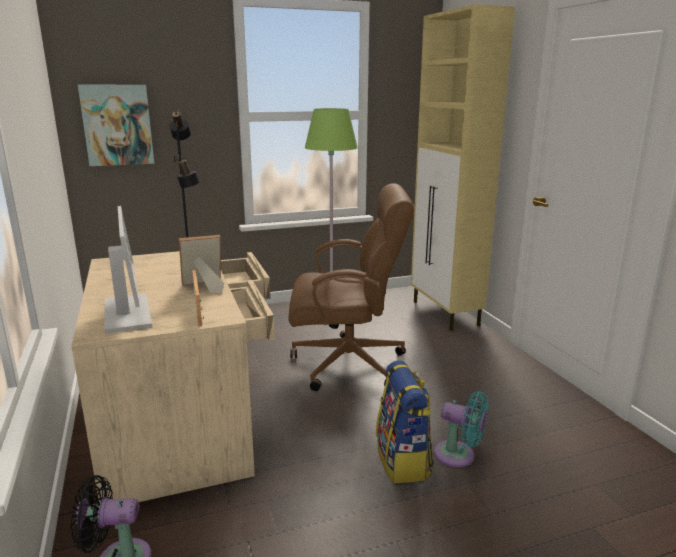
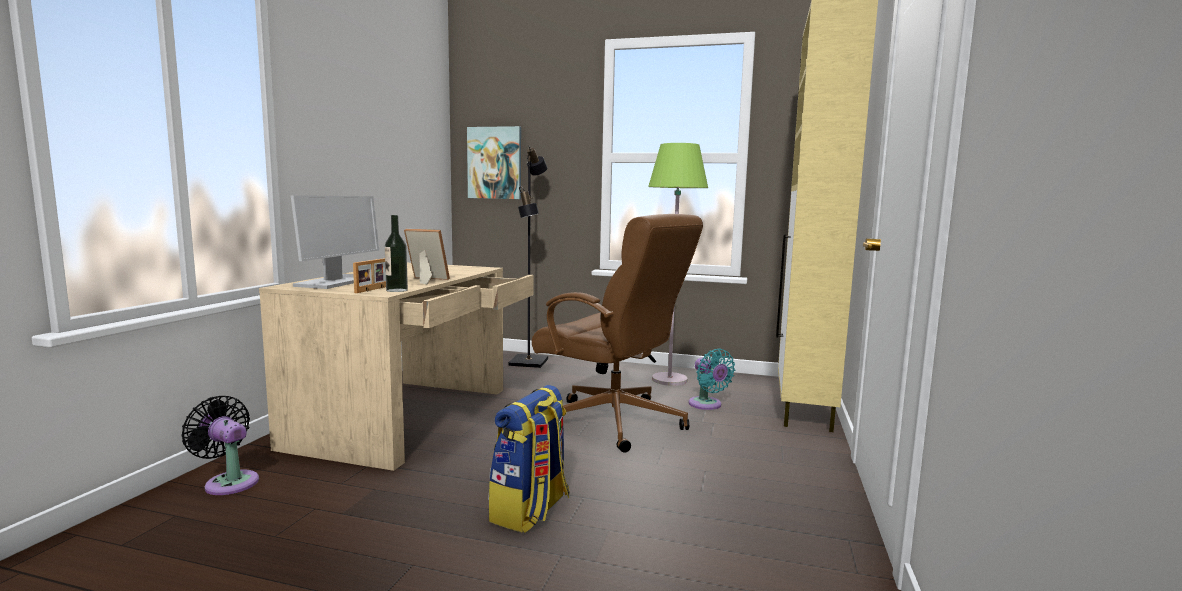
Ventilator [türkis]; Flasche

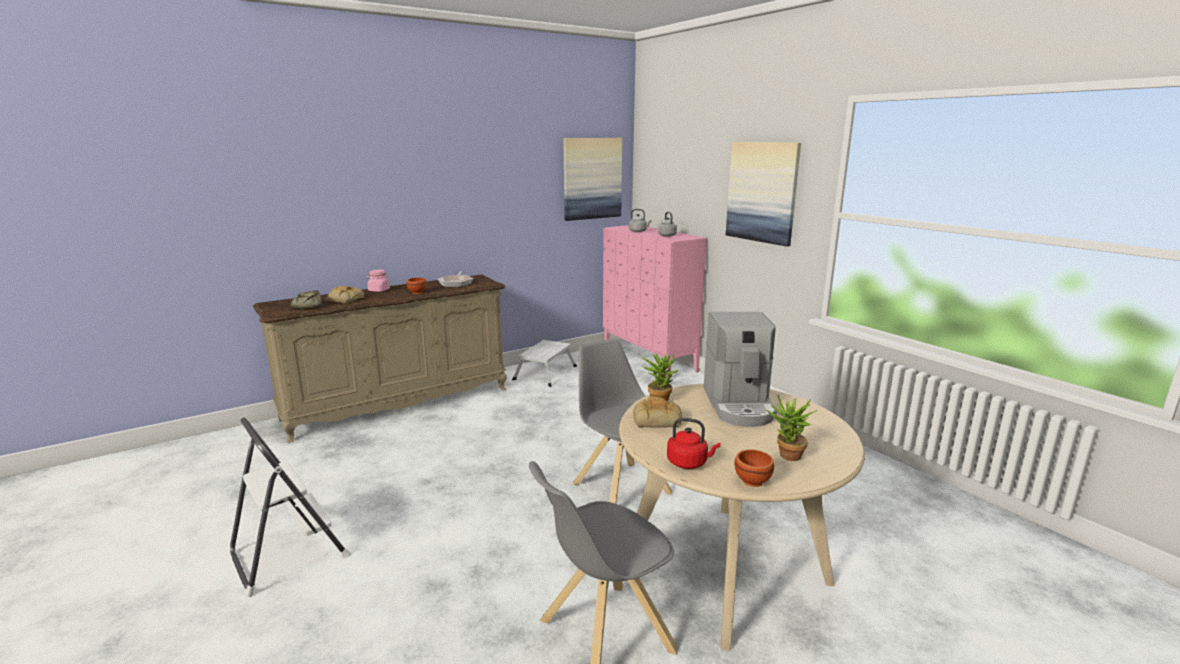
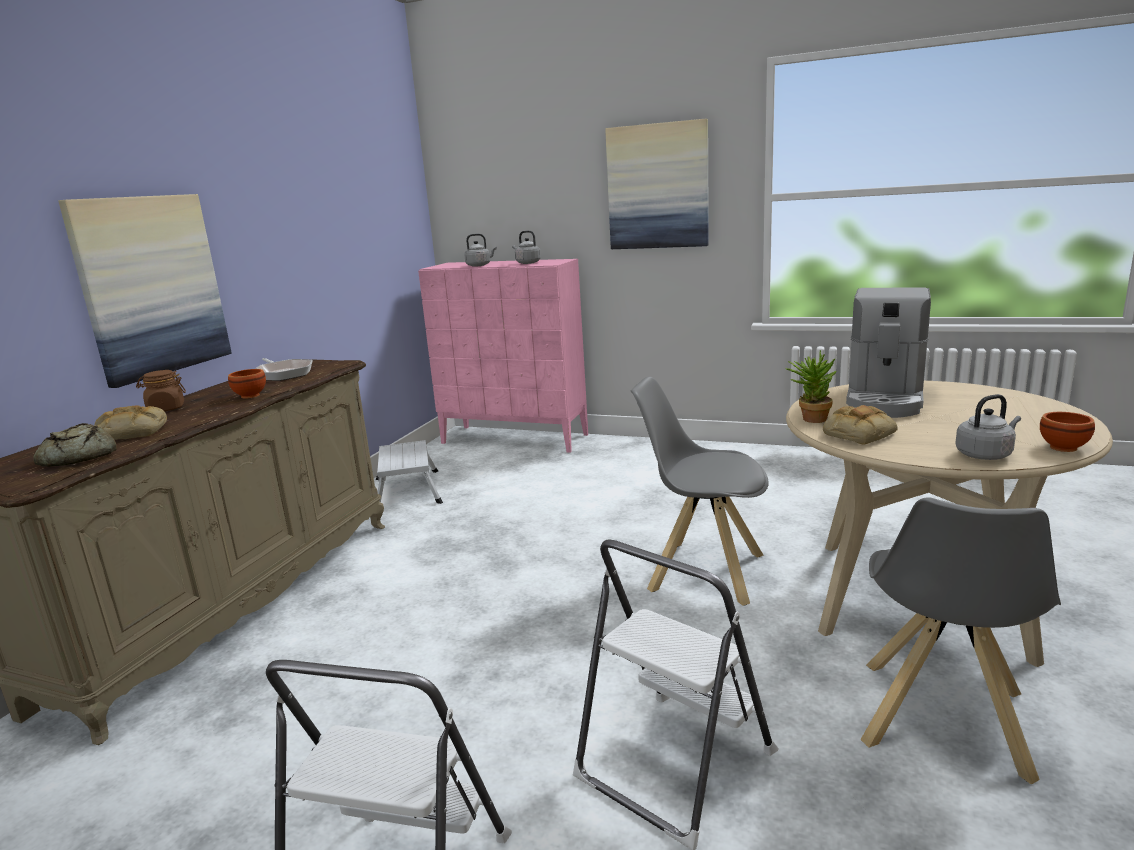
Bild (1st from left); Vorratsglas [braun]; Kaffeemaschine; Topfpflanze (2nd from left in the first image); Wasserkessel [grau] (3rd from left); Trittleiter [weiß] (3rd from left)

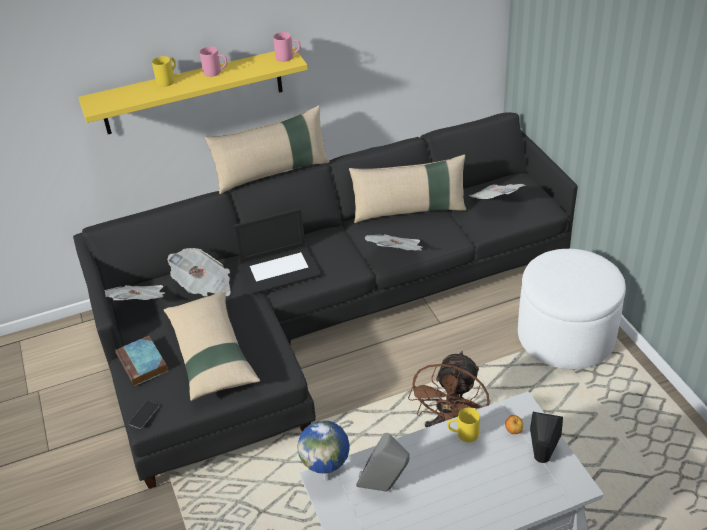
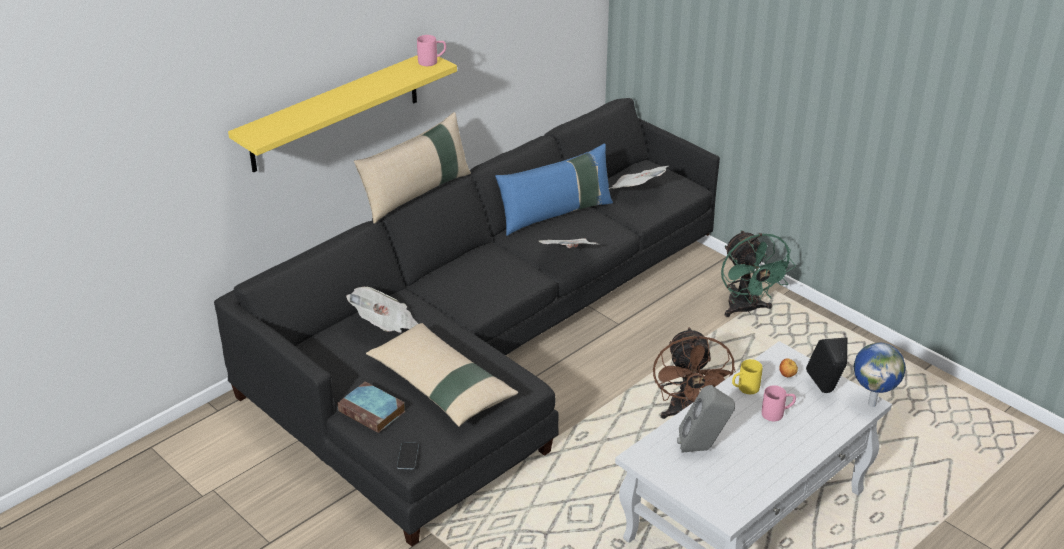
Henkelbecher [rosa] (2nd from left); Henkelbecher [gelb] (1st from left in the first image); Kissen [blau]; Laptop; Ventilator [grün]; Zeitung (1st from left in the first image); Globus

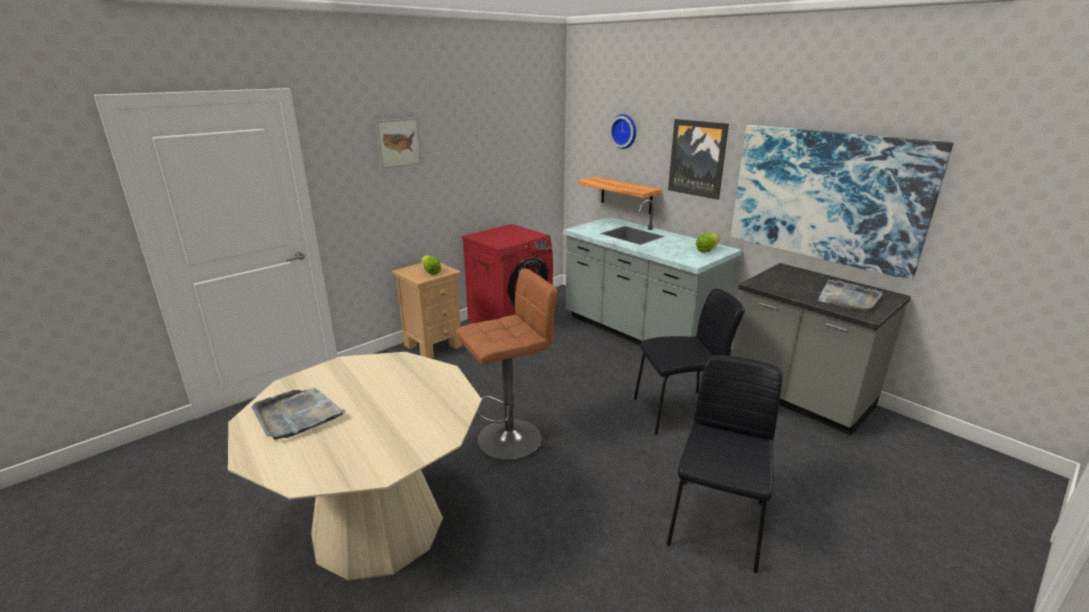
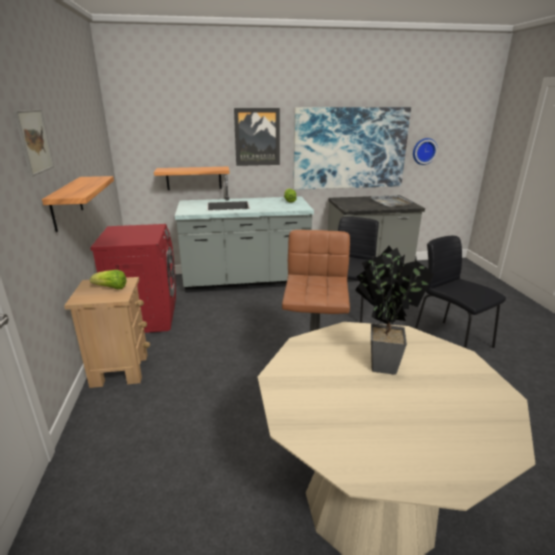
Wanduhr; Tablett [grau] (1st from left in the first image); Wandregal (1st from left); Topfpflanze

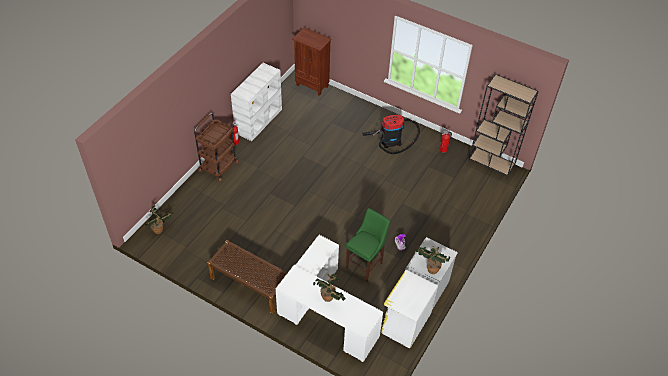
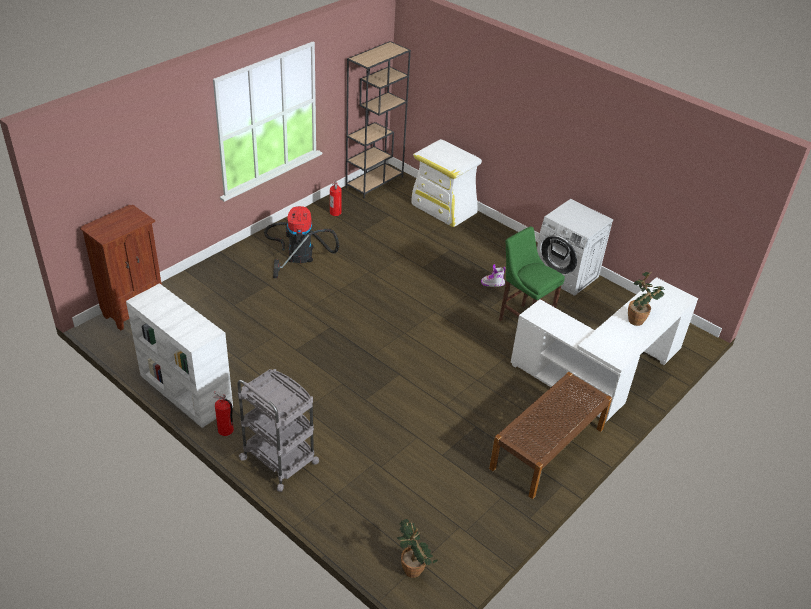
Rollwagen [grau]; Topfpflanze (3rd from left in the first image); Nachttisch [weiß]

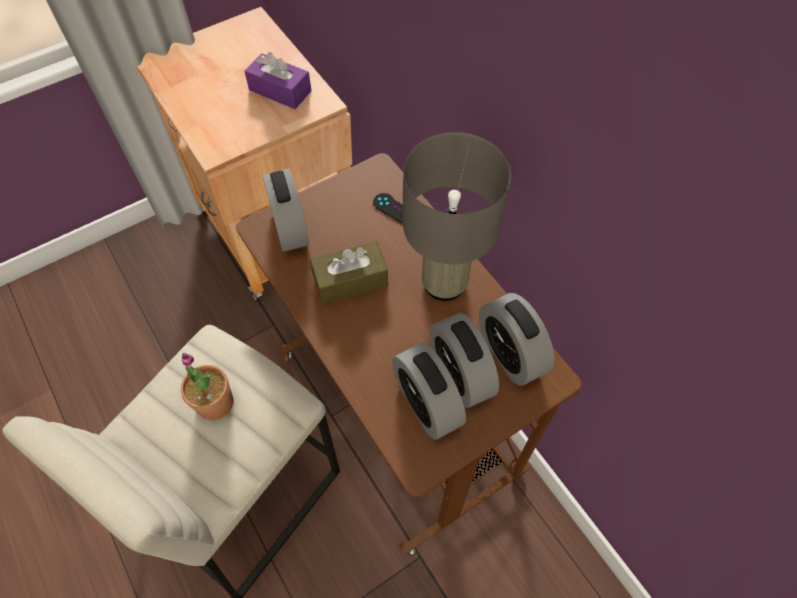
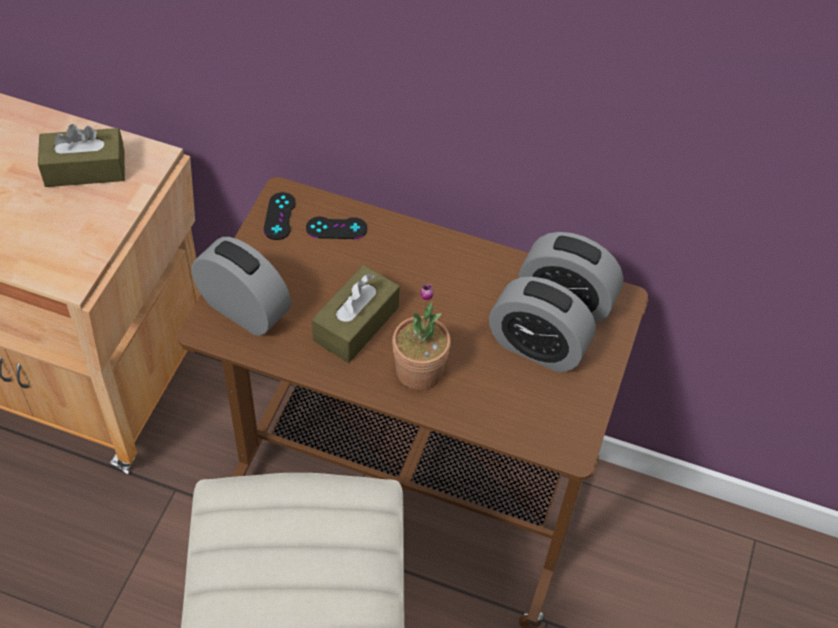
Taschentuchbox [braun] (1st from left); Tischlampe [grau]; Wecker (2nd from left in the first image); Topfpflanze; Gamepad [schwarz] (1st from left)

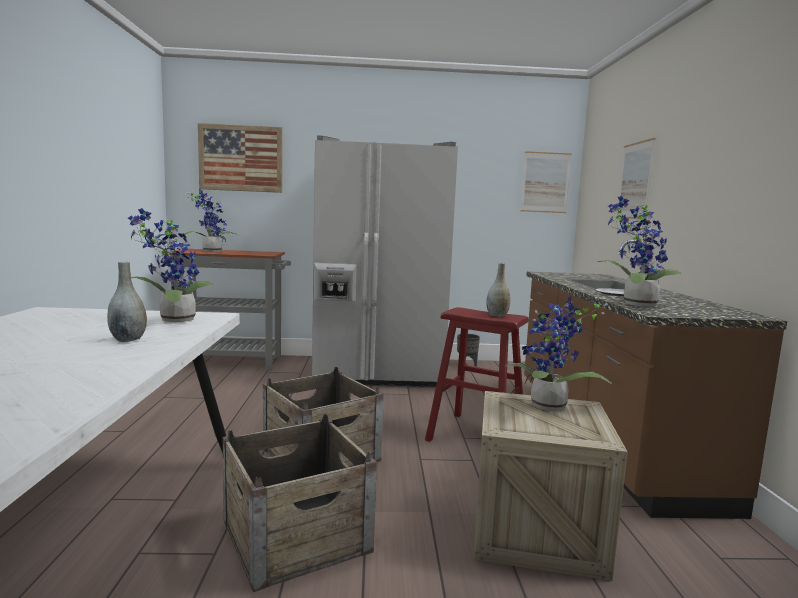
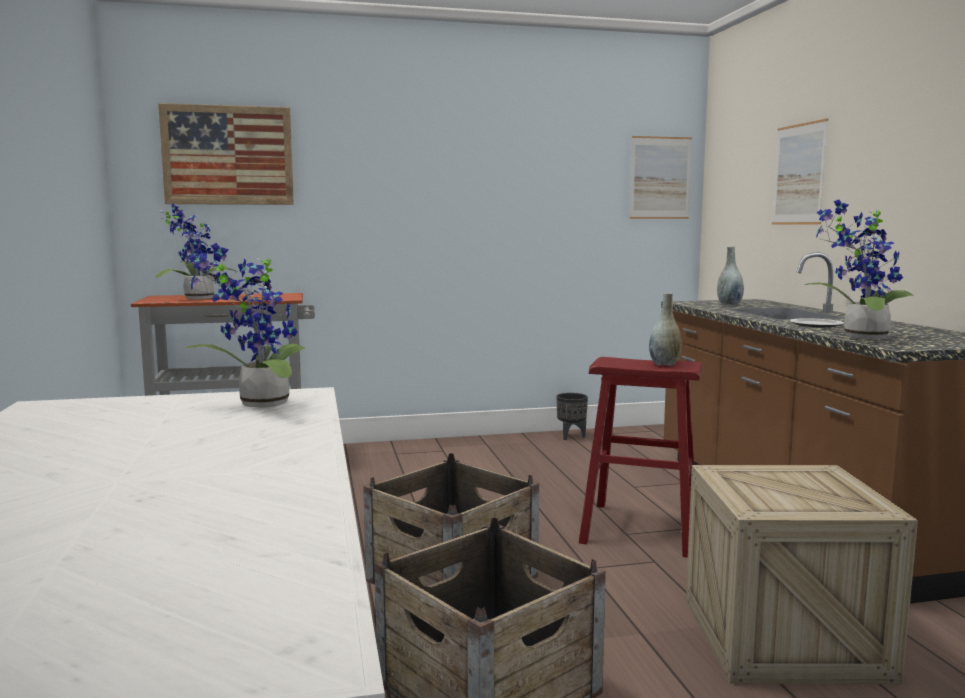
Kühlschrank [weiß]; Vase [grau] (2nd from left); Topfpflanze (3rd from left in the first image)

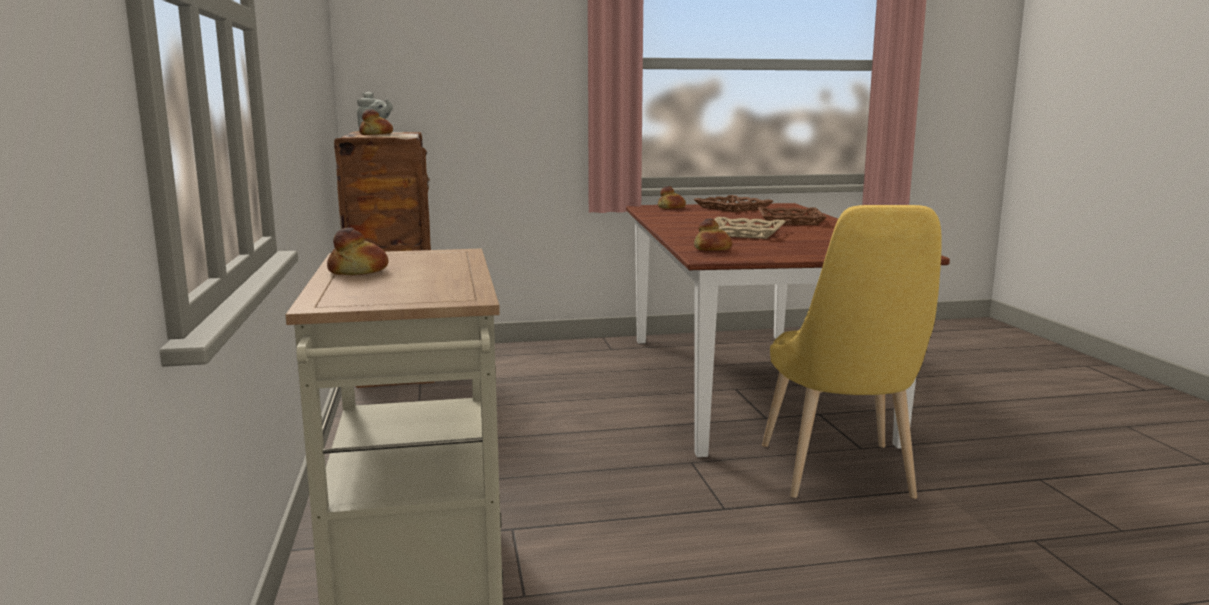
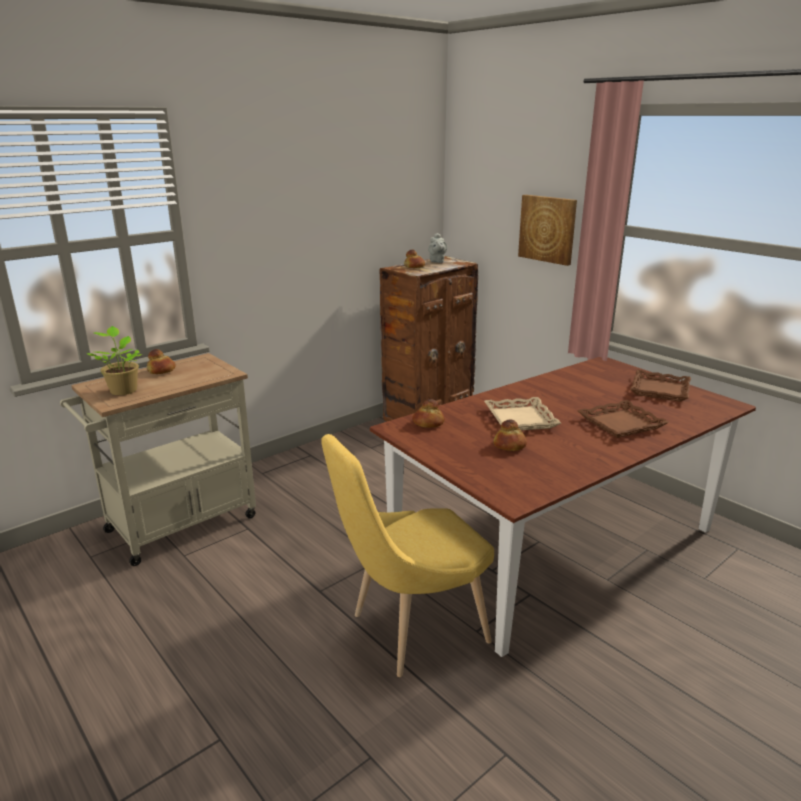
Brot (4th from left); Bild; Topfpflanze

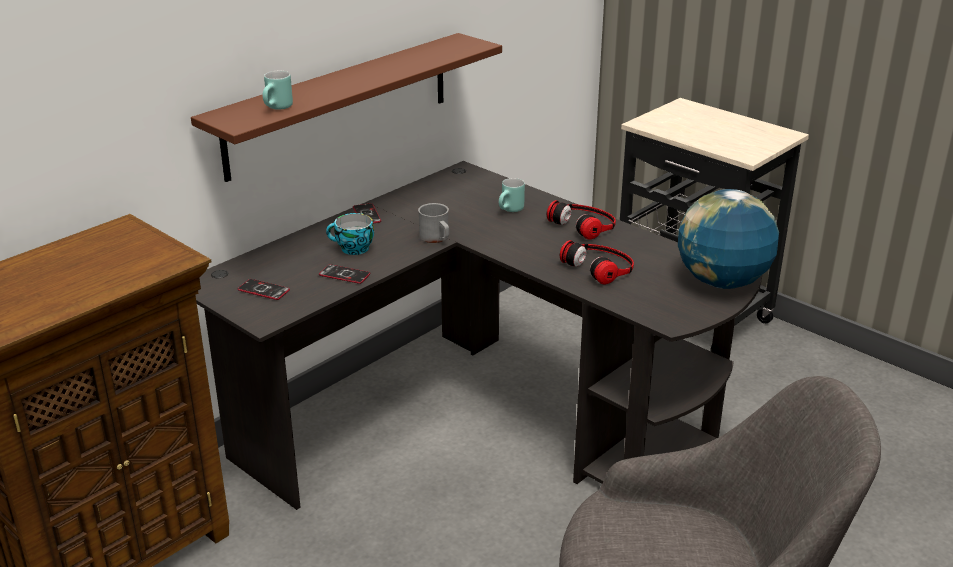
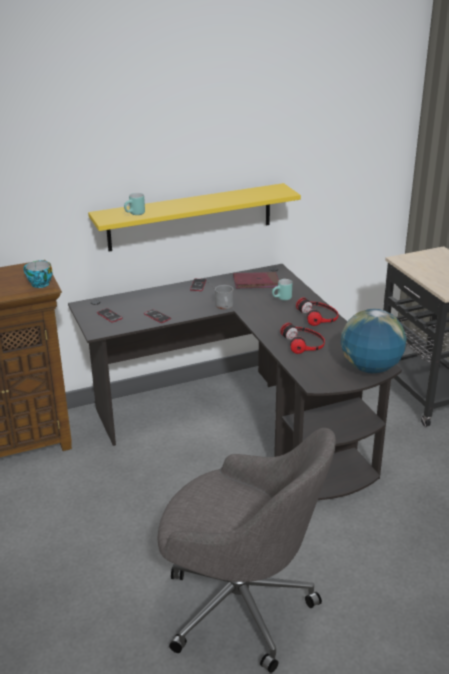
Wandregal [gelb]; Tasse; Buch [rot]

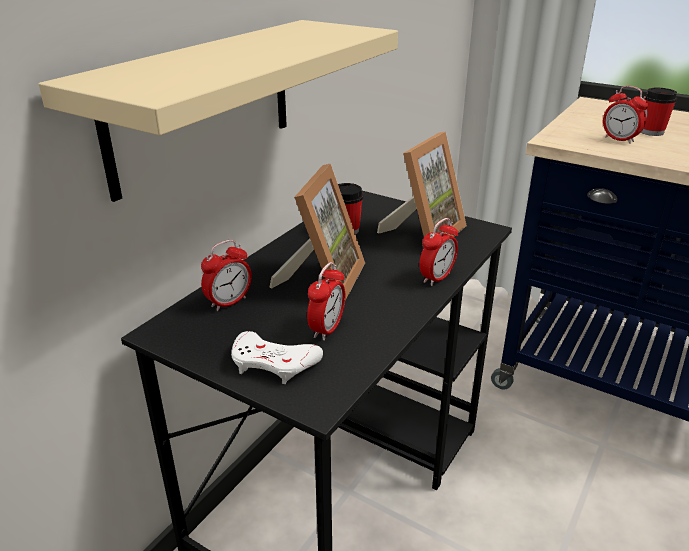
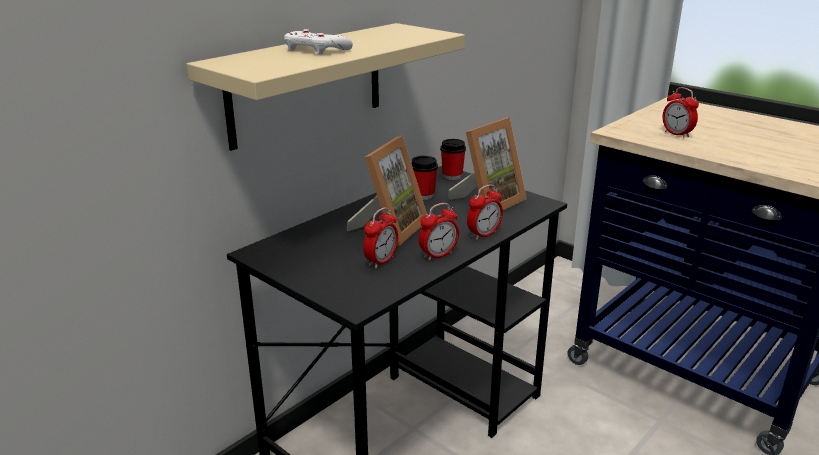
Tasse (2nd from left); Wecker (2nd from left); Gamepad [weiß]

